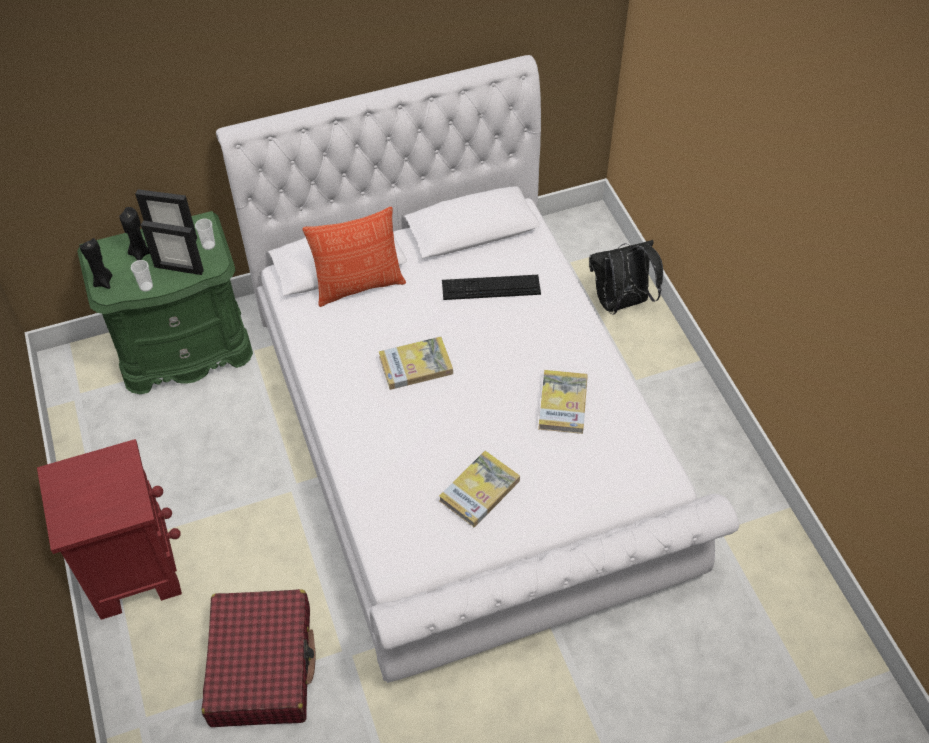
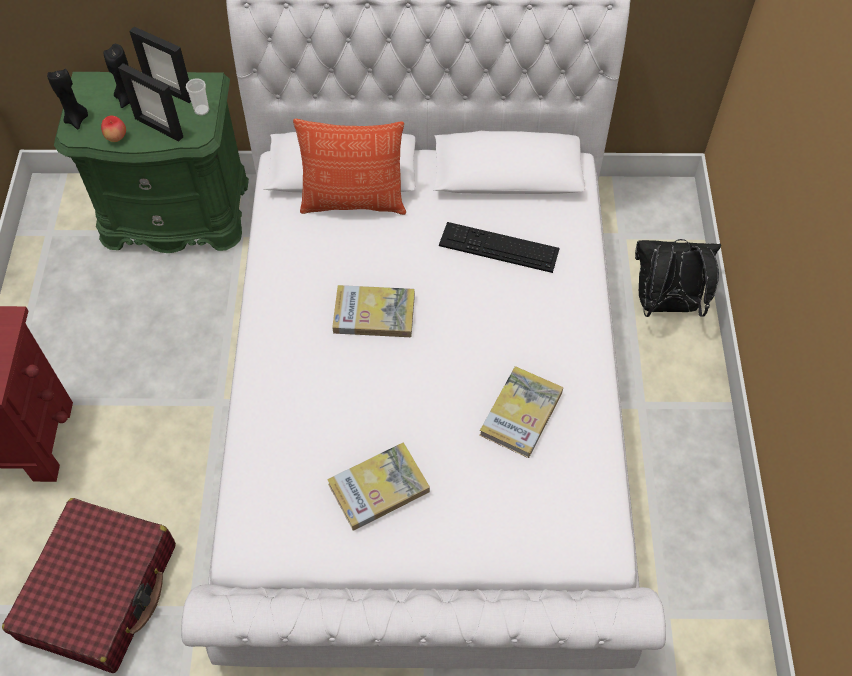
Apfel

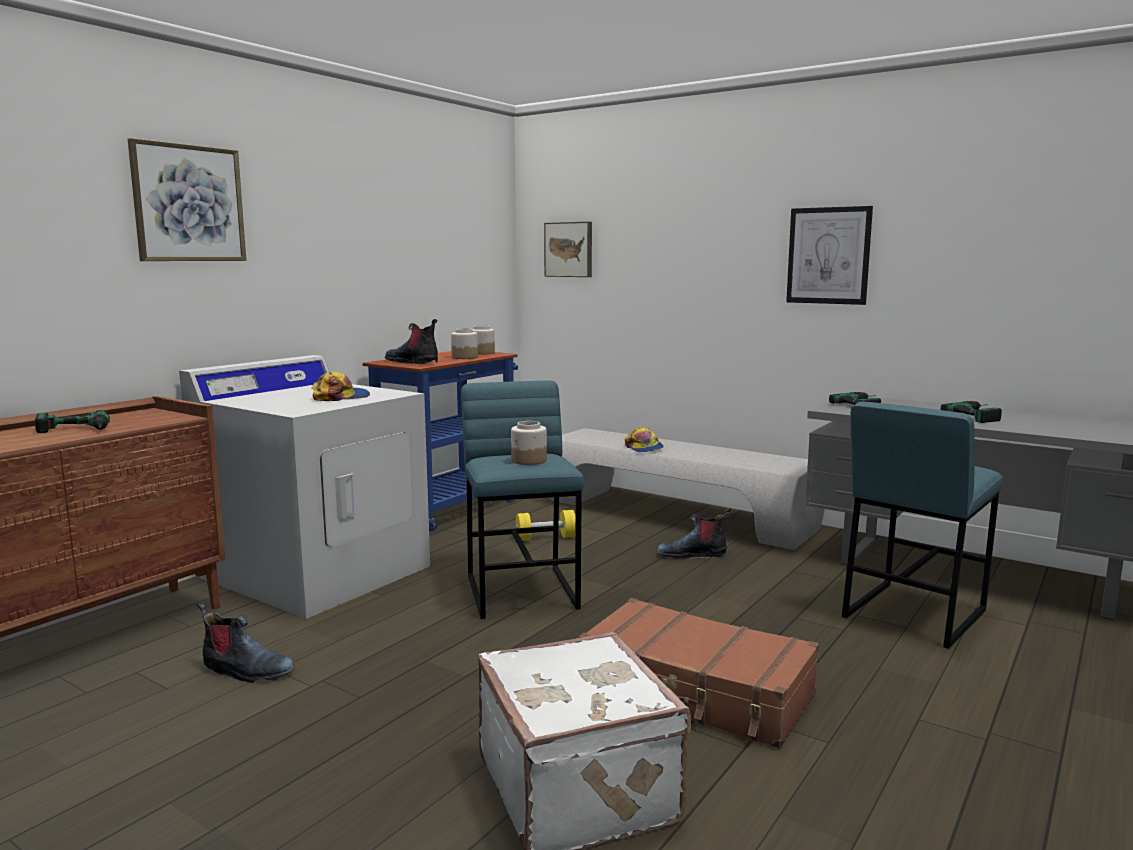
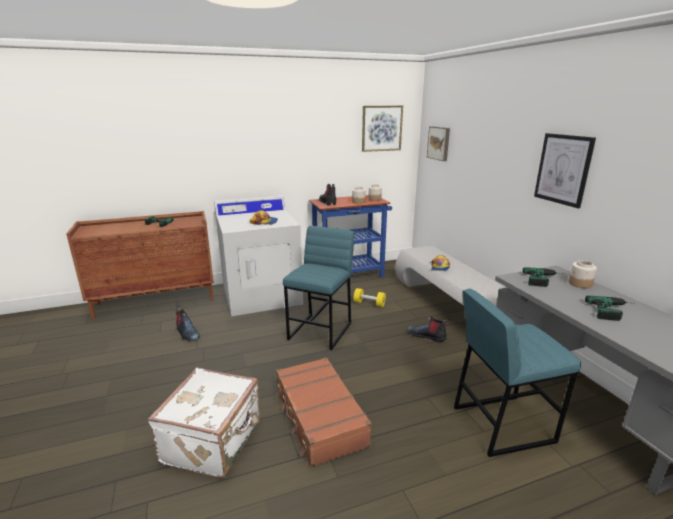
Bild (1st from left); Vorratsglas (3rd from left)

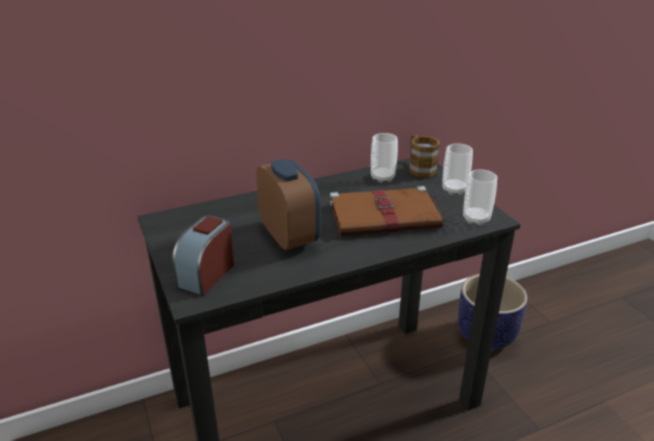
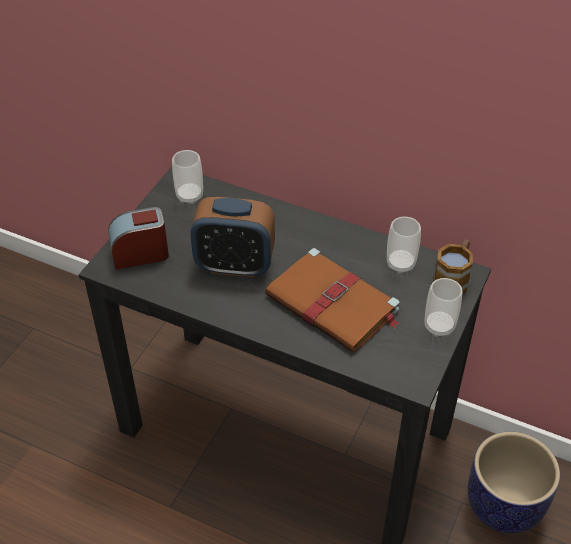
Wecker (2nd from left); Tasse (1st from left)

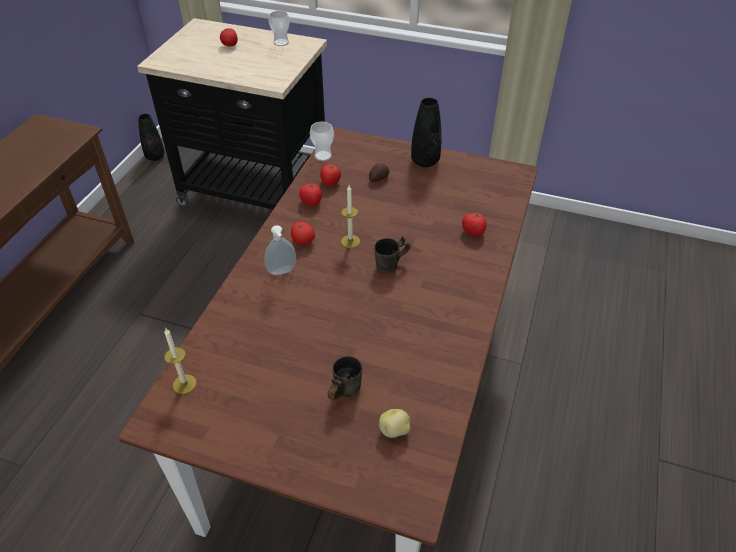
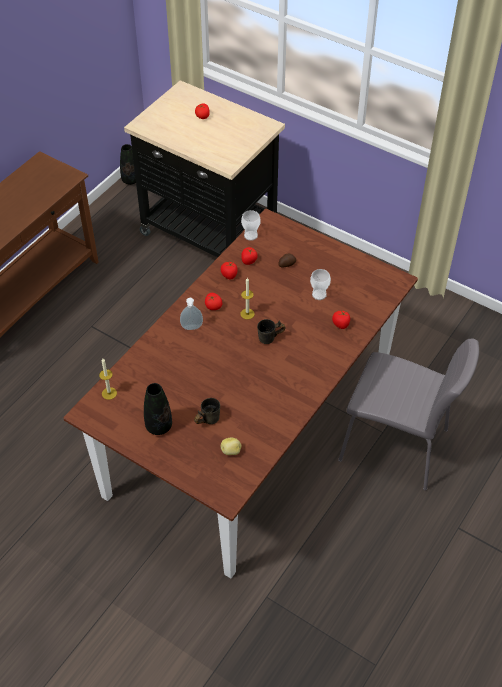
Tasse (2nd from left); Vase [schwarz] (2nd from left); Stuhl [grau]

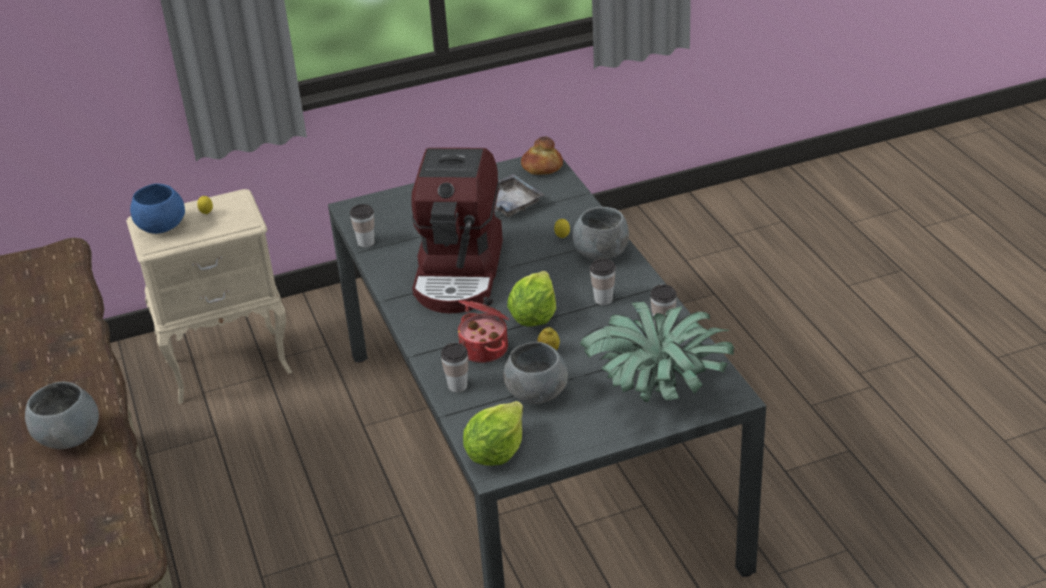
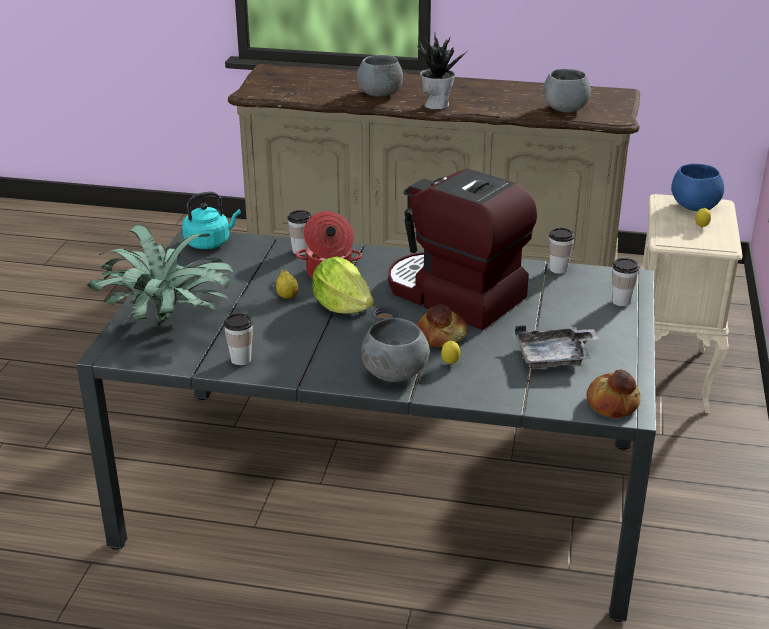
Tasse (4th from left); Schüssel [grau] (3rd from left); Wasserkessel [türkis]; Topfpflanze (2nd from left); Brot (1st from left)

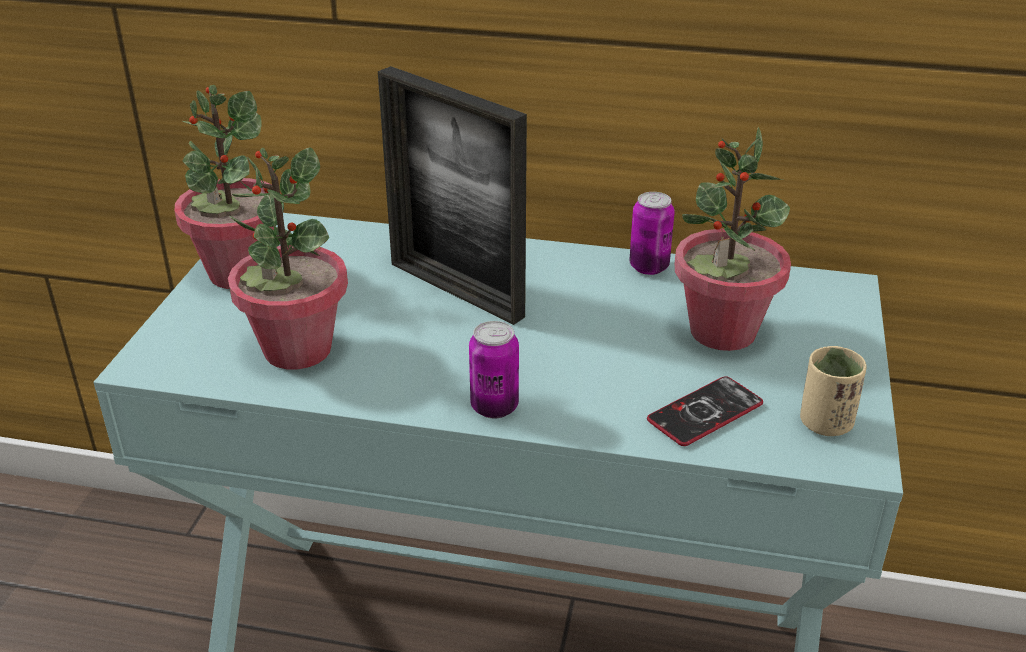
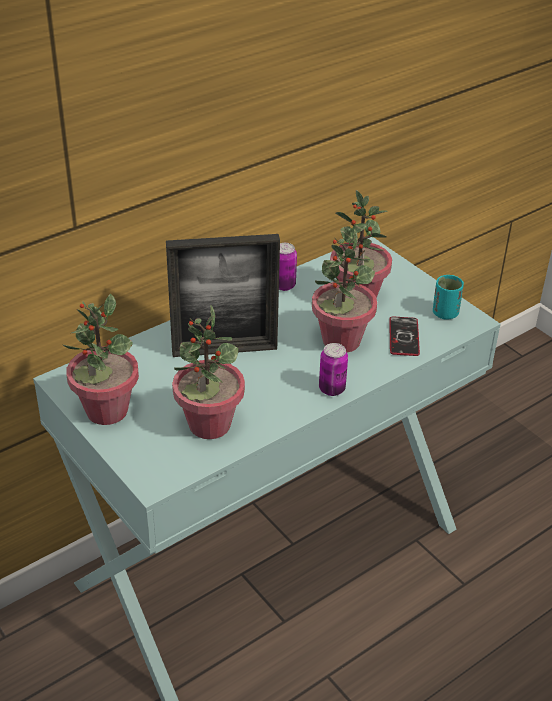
Tasse [türkis]; Topfpflanze (3rd from left)

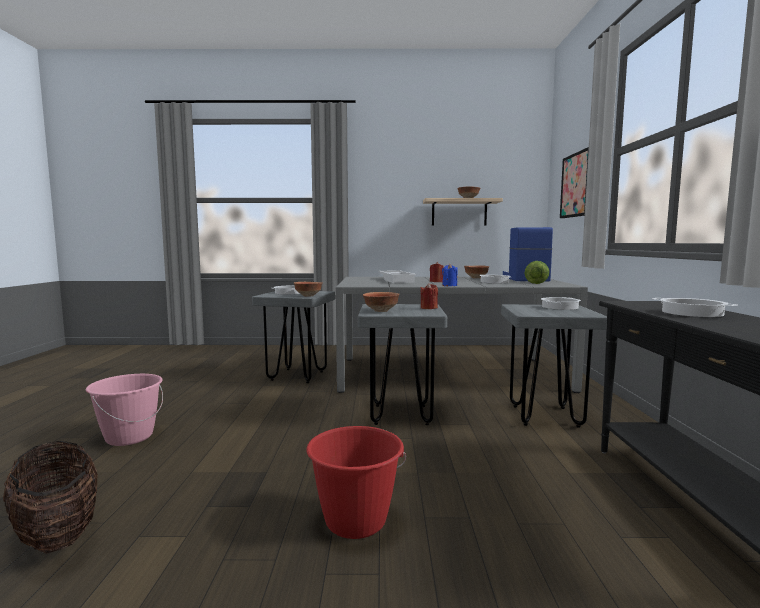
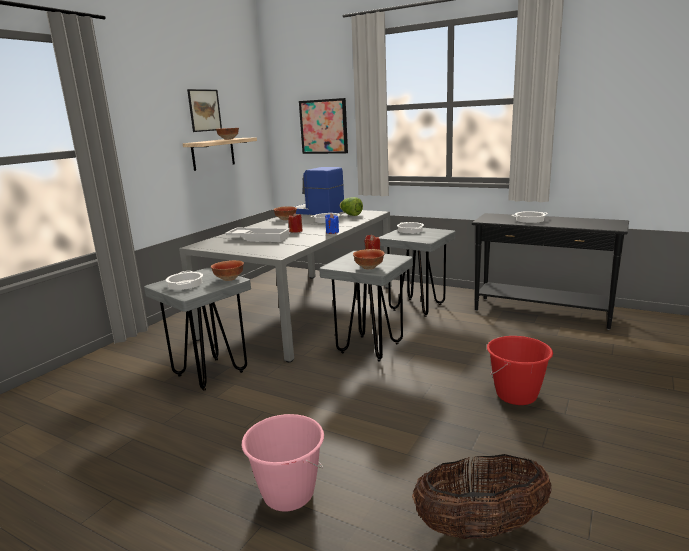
Bild (1st from left)

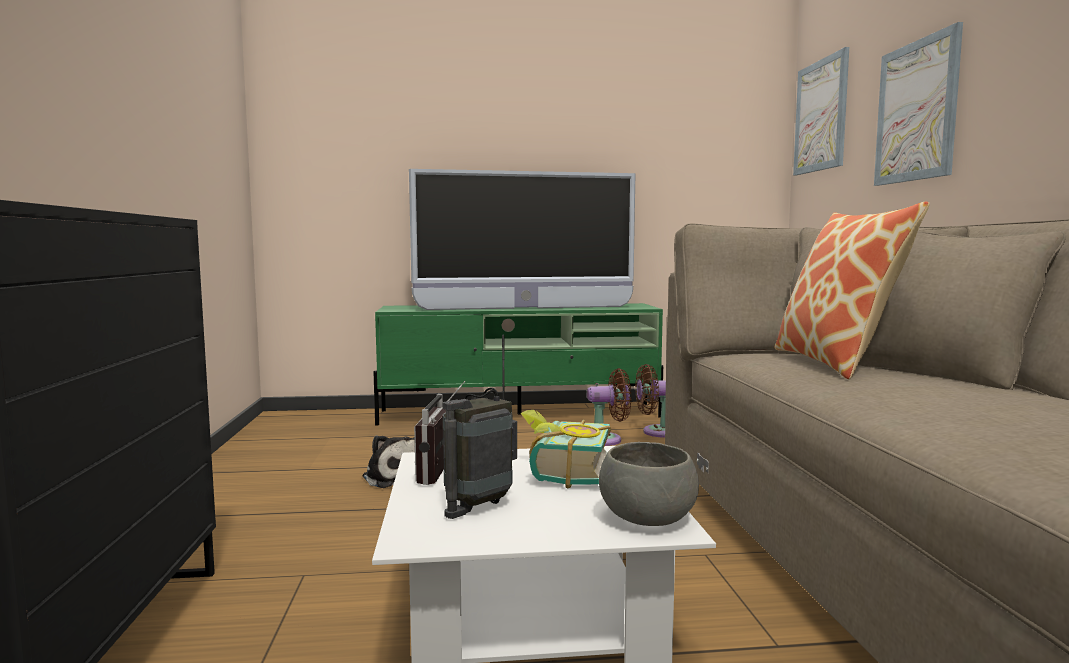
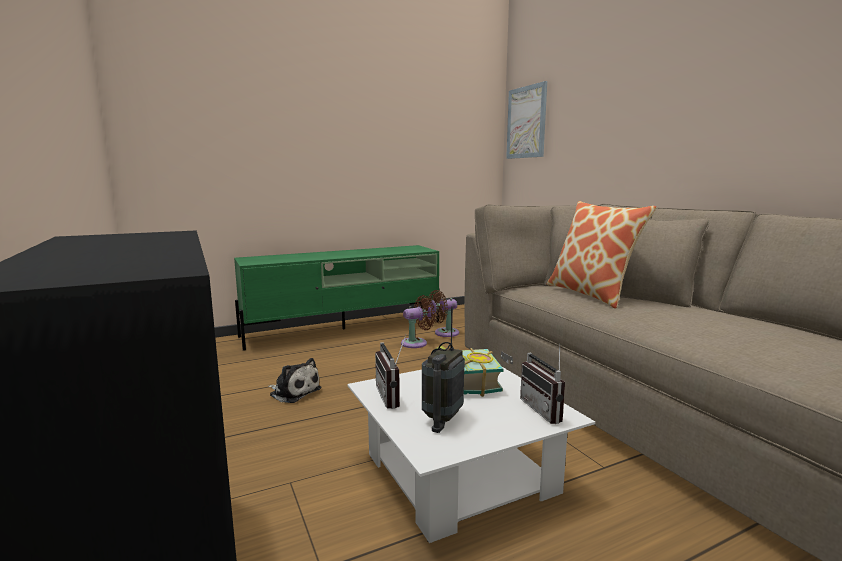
Bild (2nd from left in the first image); Fernseher; Radio (3rd from left)

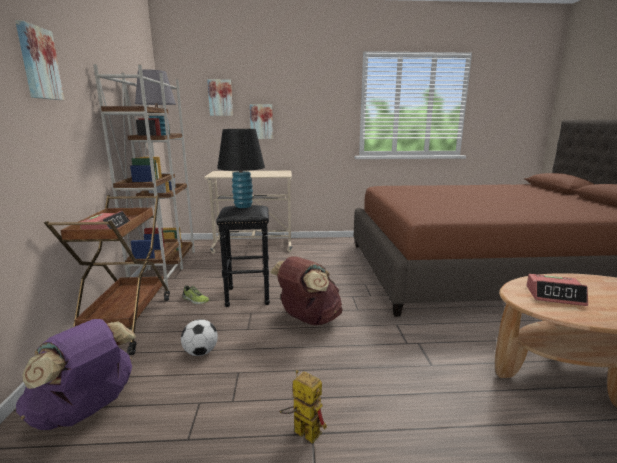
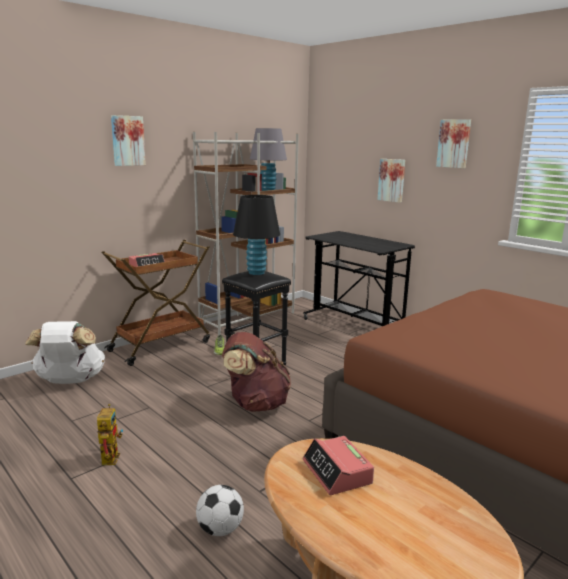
Bild (3rd from left); Schreibtisch [schwarz]; Rucksack [weiß]; Fußball

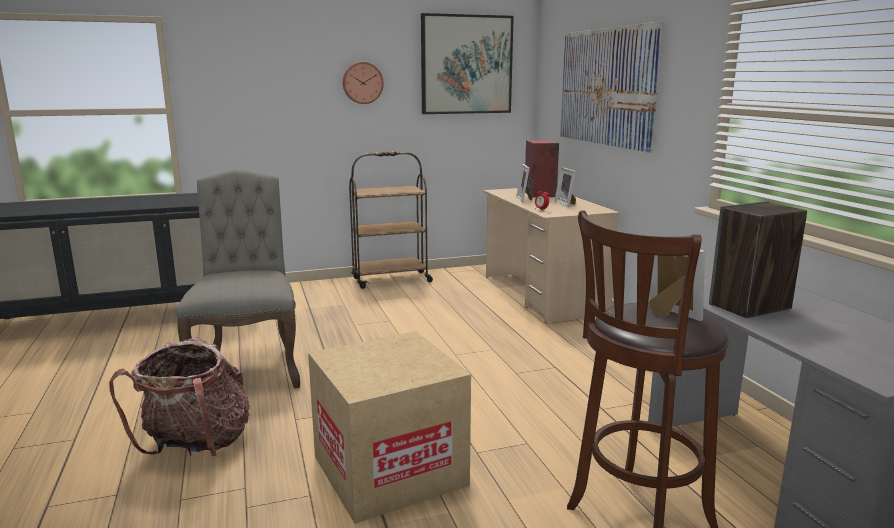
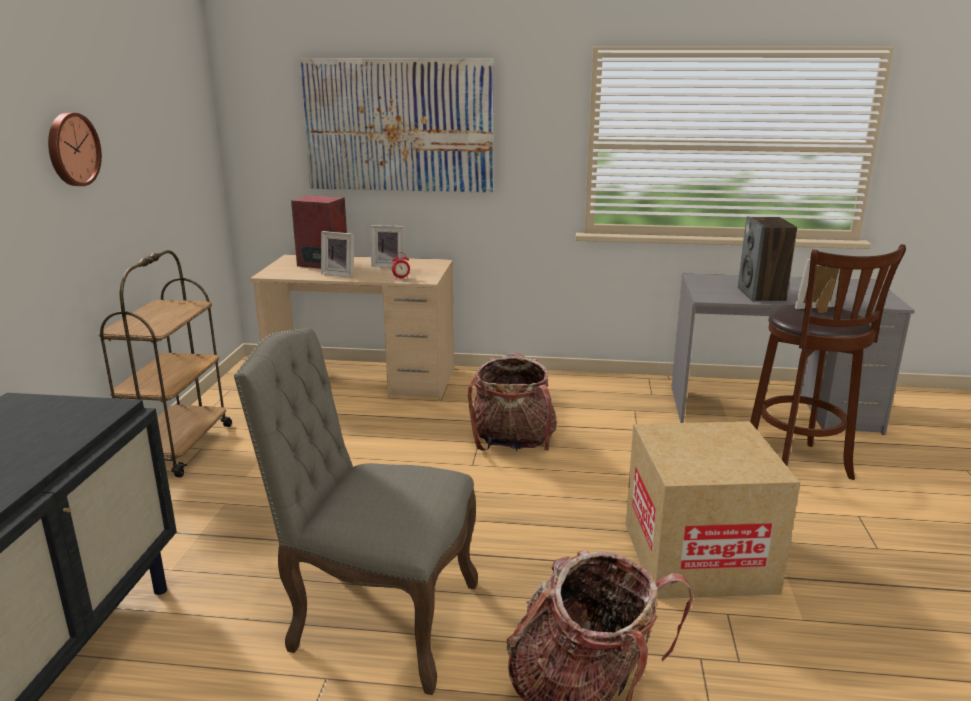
Bild (1st from left in the first image); Rucksack (1st from left)

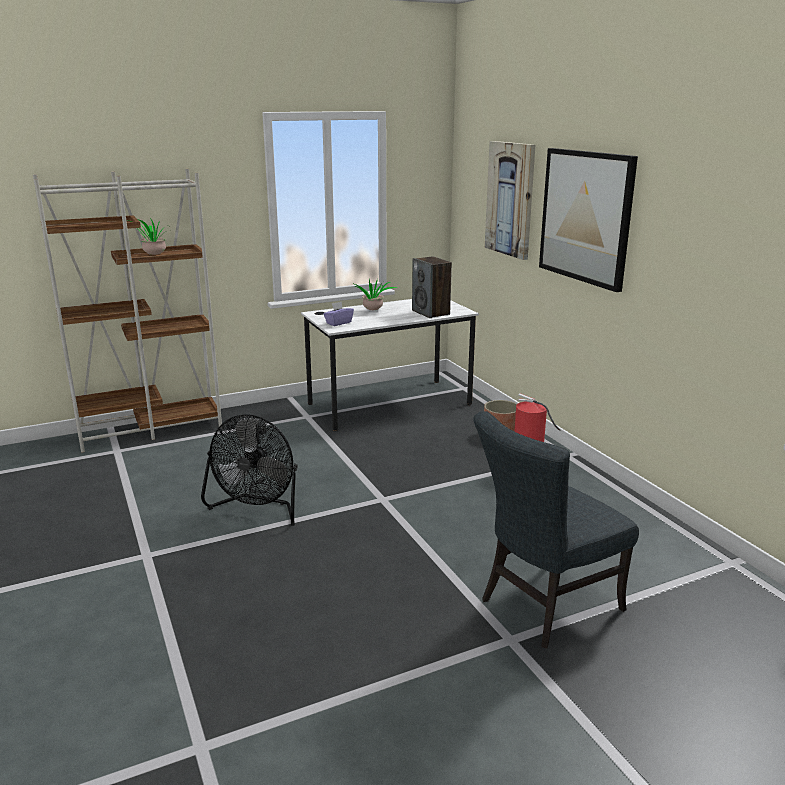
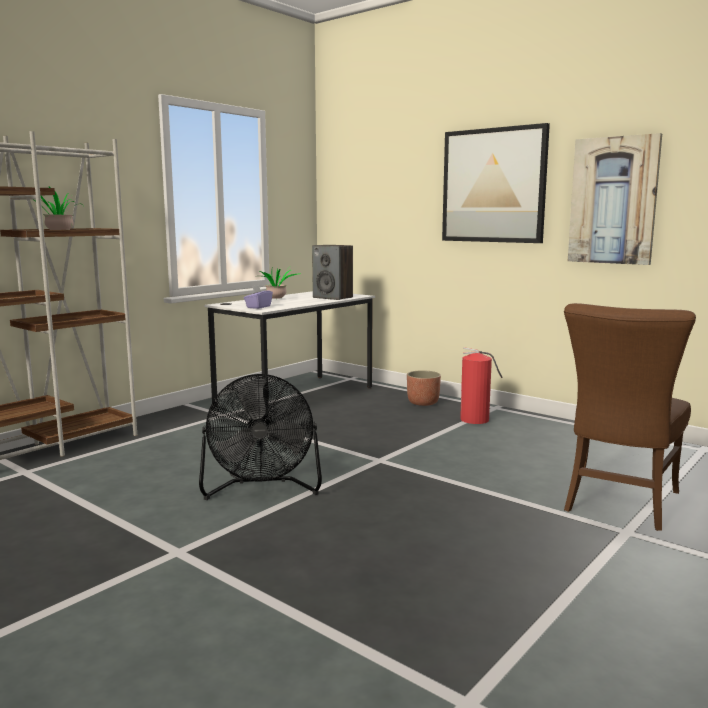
Bild (2nd from left); Stuhl [braun]

